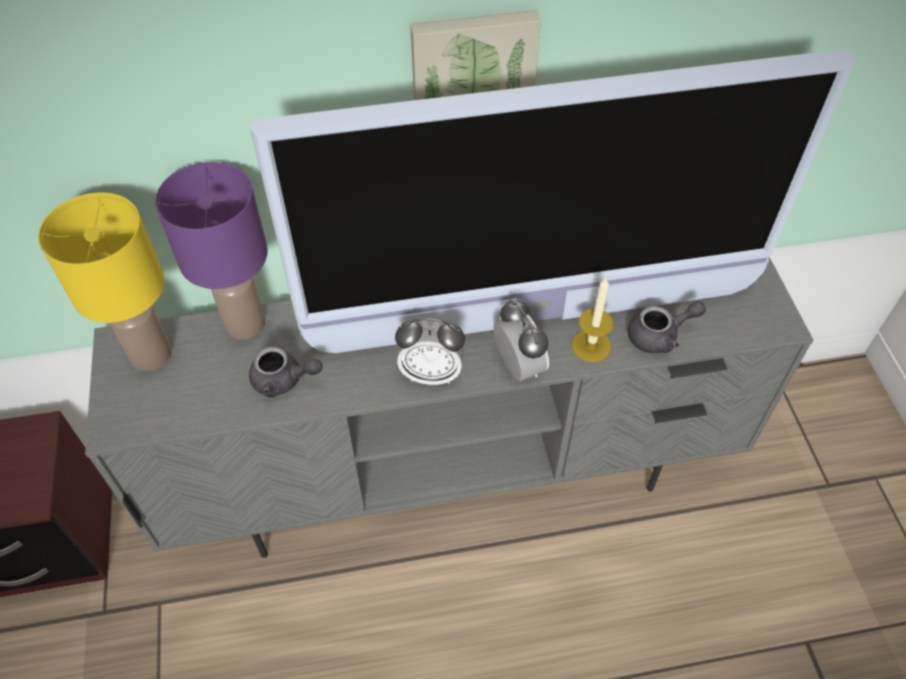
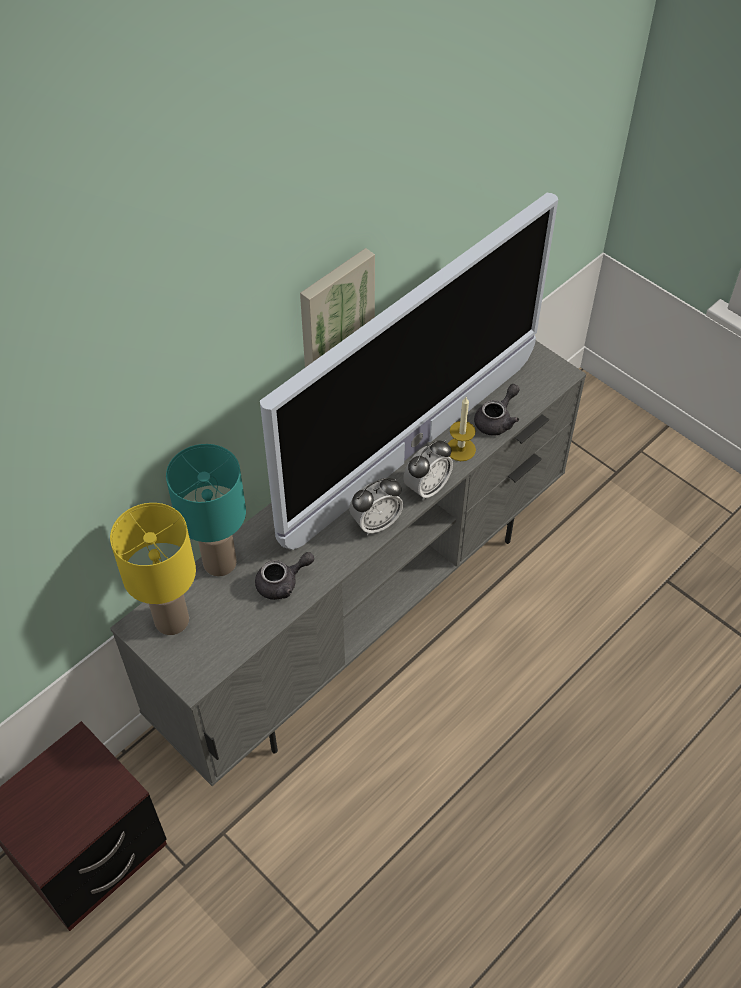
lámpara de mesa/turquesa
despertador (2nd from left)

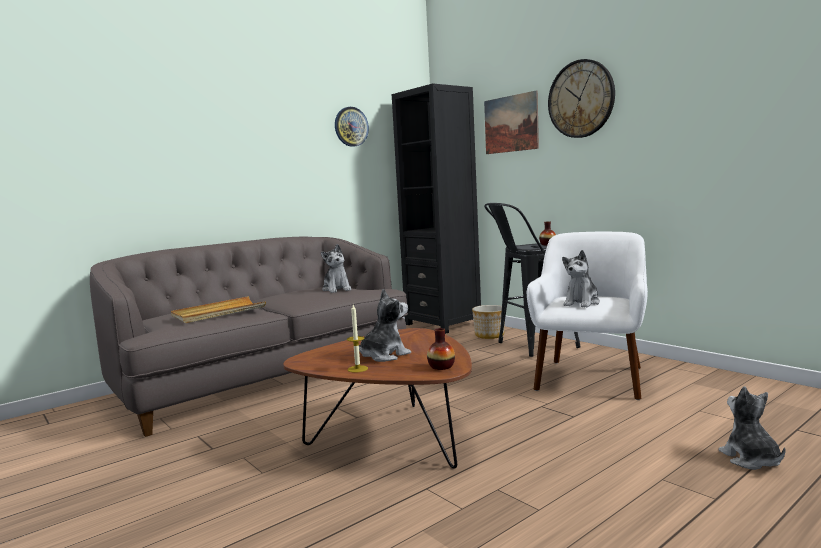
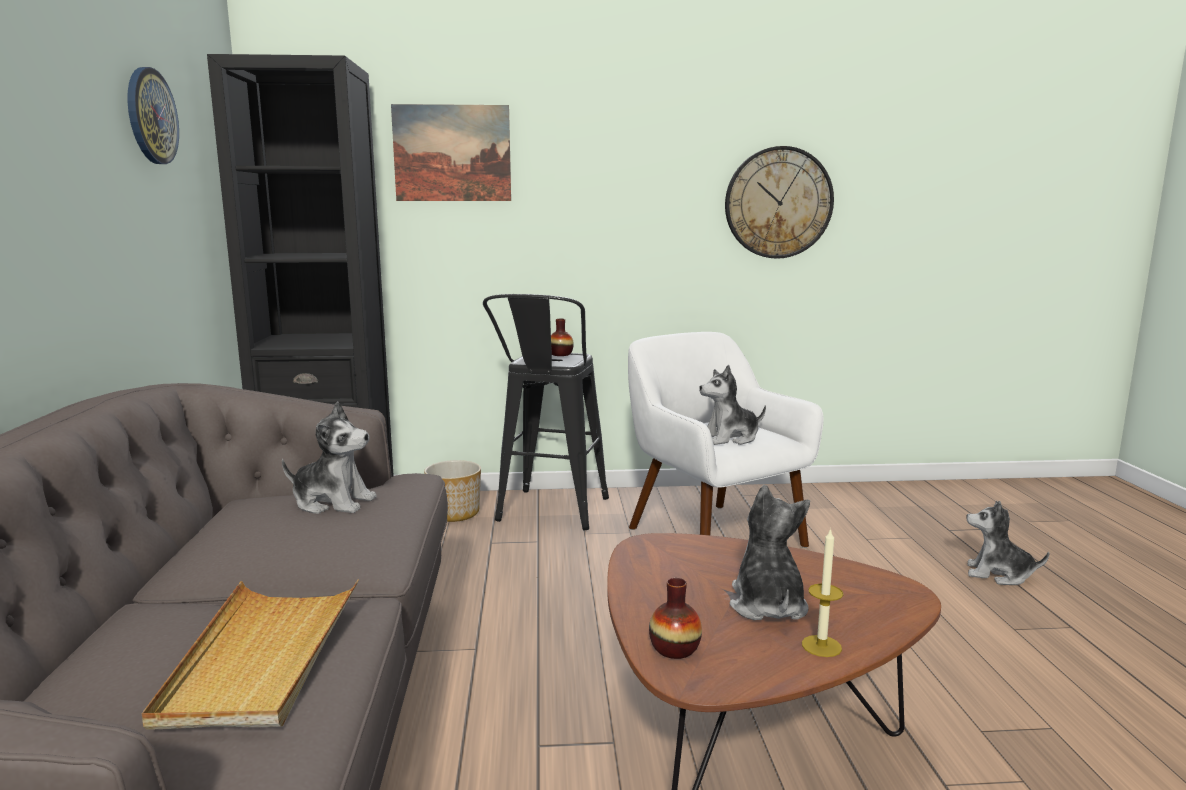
florero (2nd from left)
peluche (2nd from left)
reloj de pared (2nd from left)

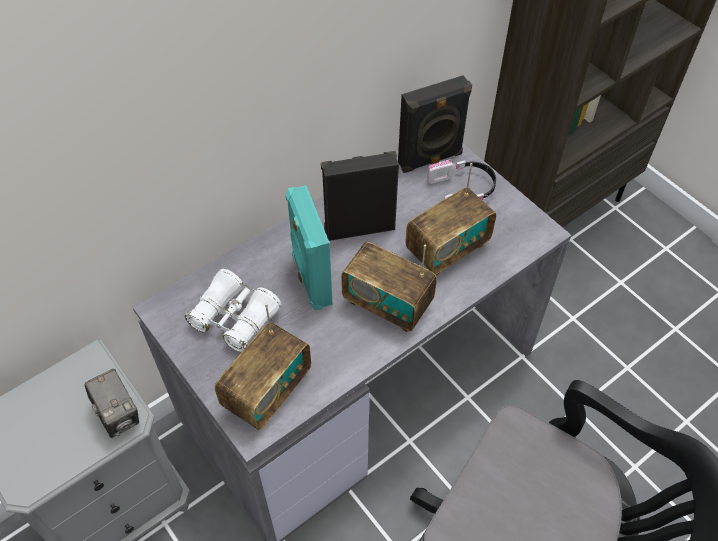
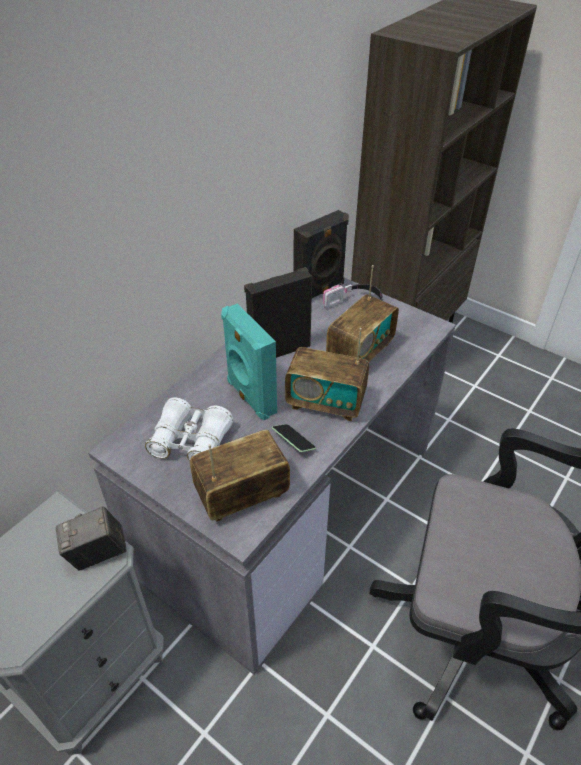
cámara
radio (1st from left)
móvil

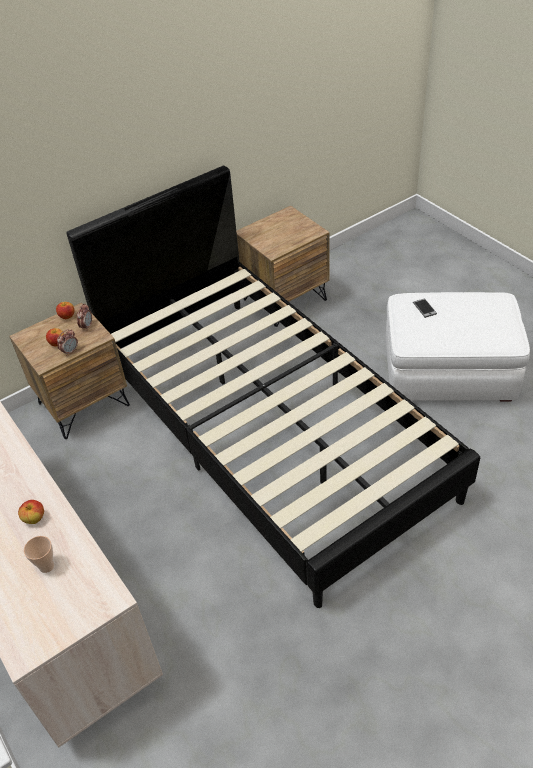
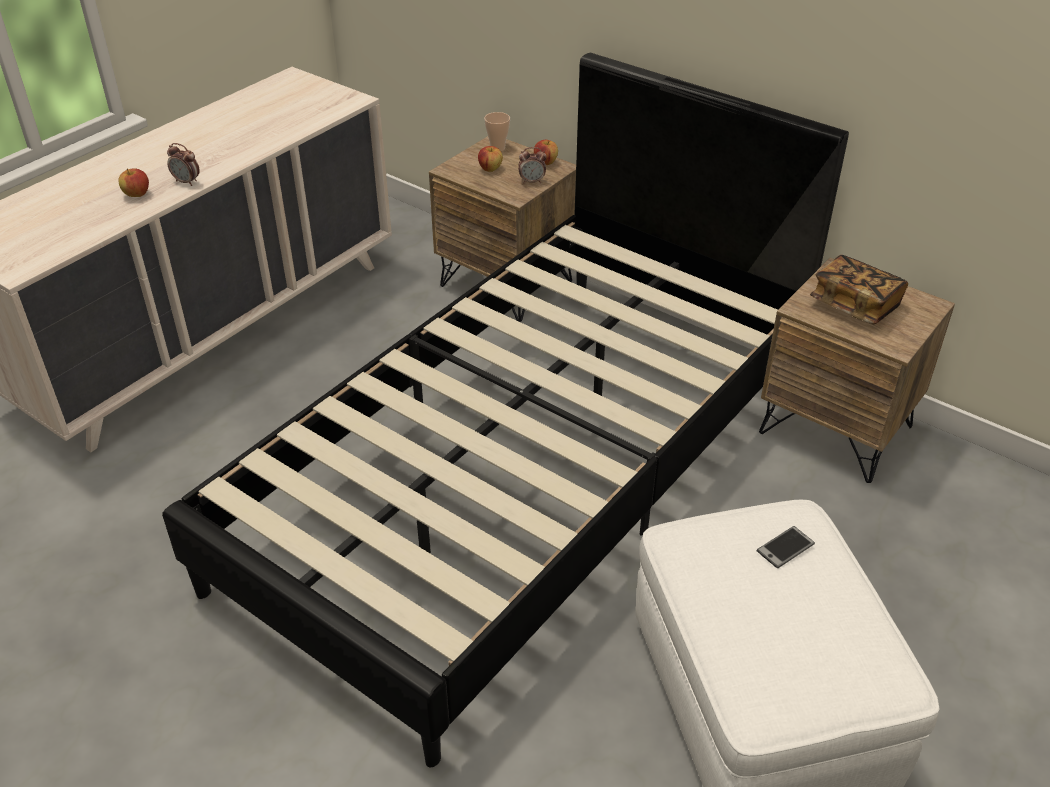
despertador (1st from left)
taza
libro

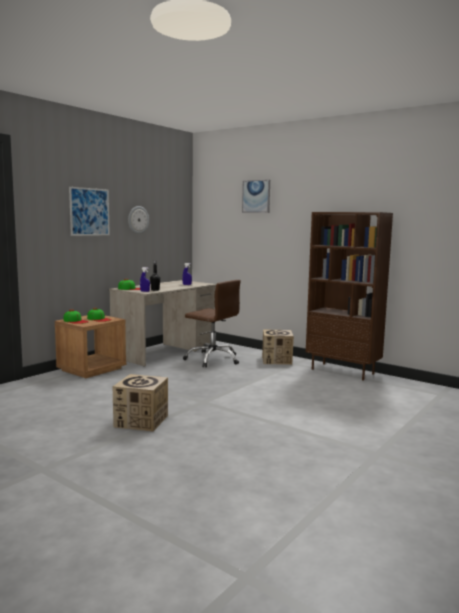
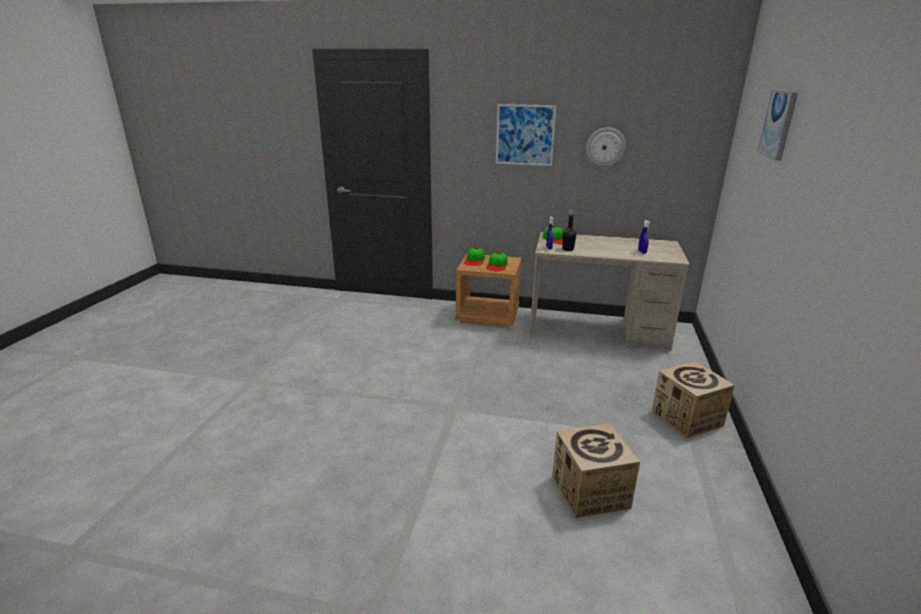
caja de cartón (1st from left)
silla de oficina/marrón
estantería/marrón

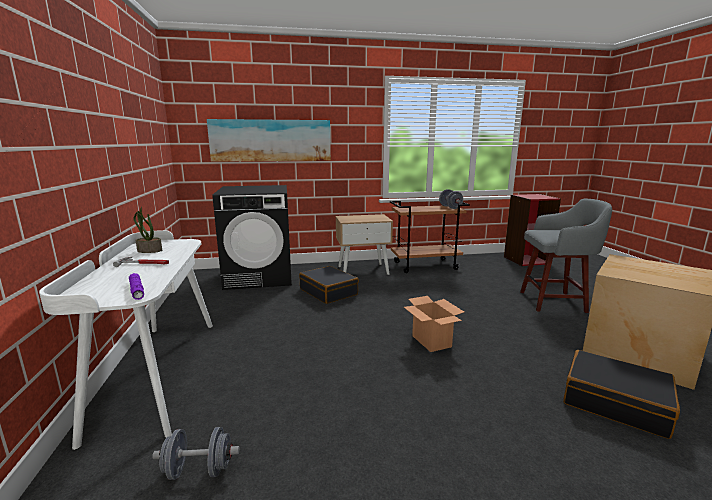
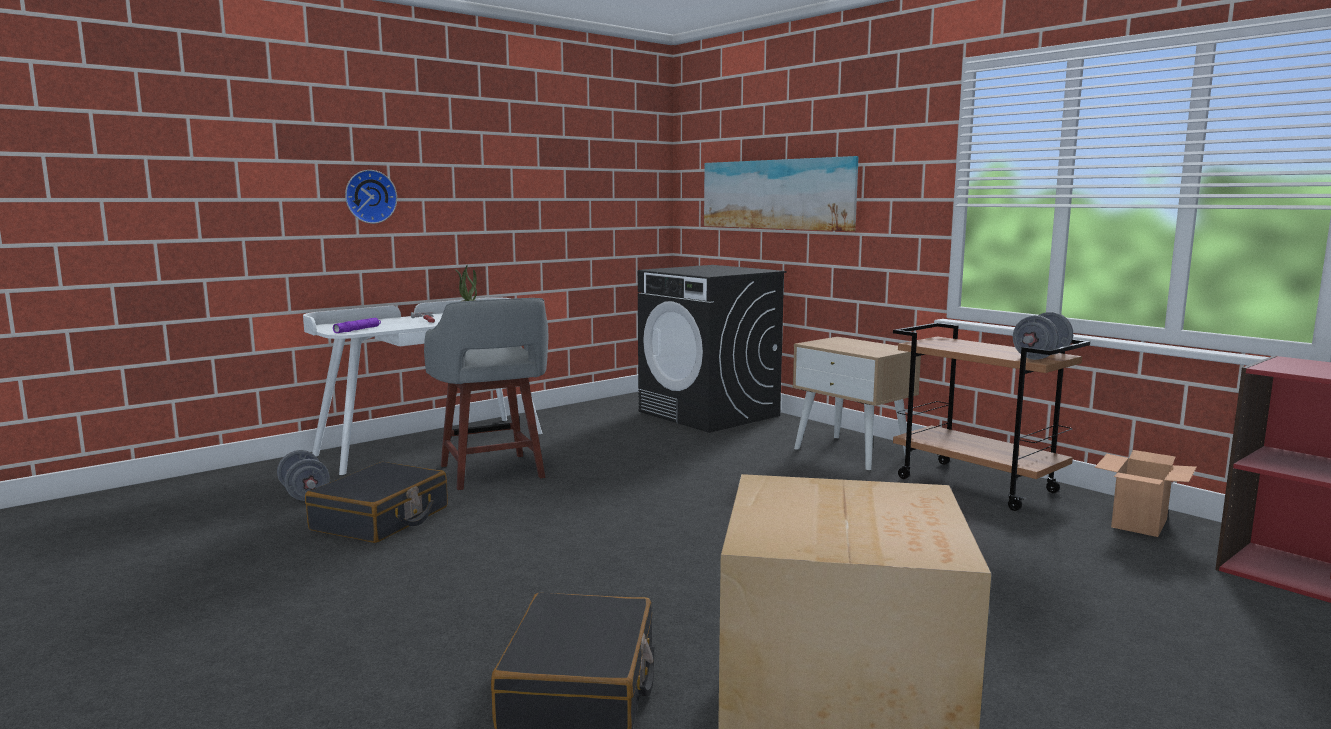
maleta/negro (1st from left)
reloj de pared
taburete/gris
caja de cartón (2nd from left)

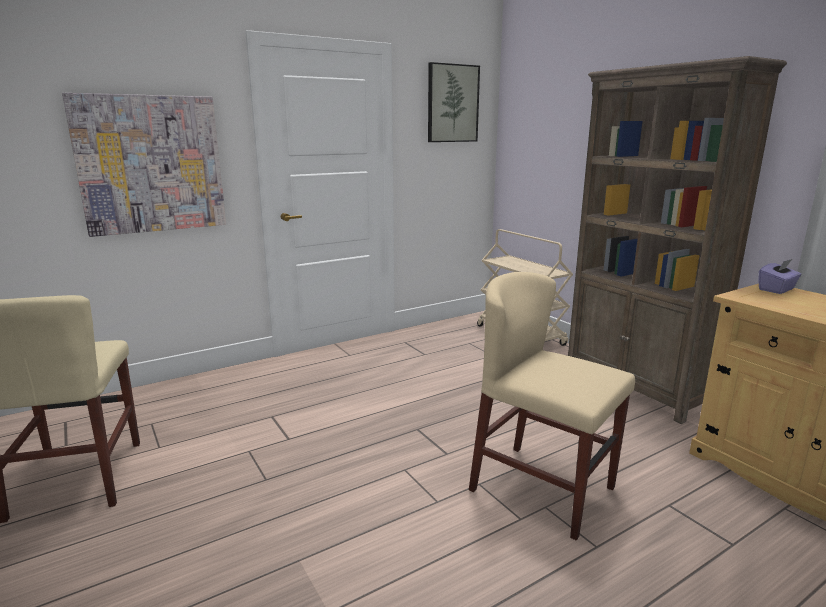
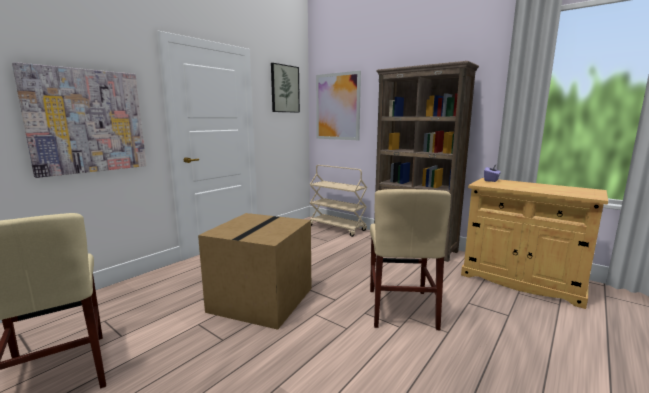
caja de cartón
cuadro (3rd from left)
silla/beis (2nd from left)

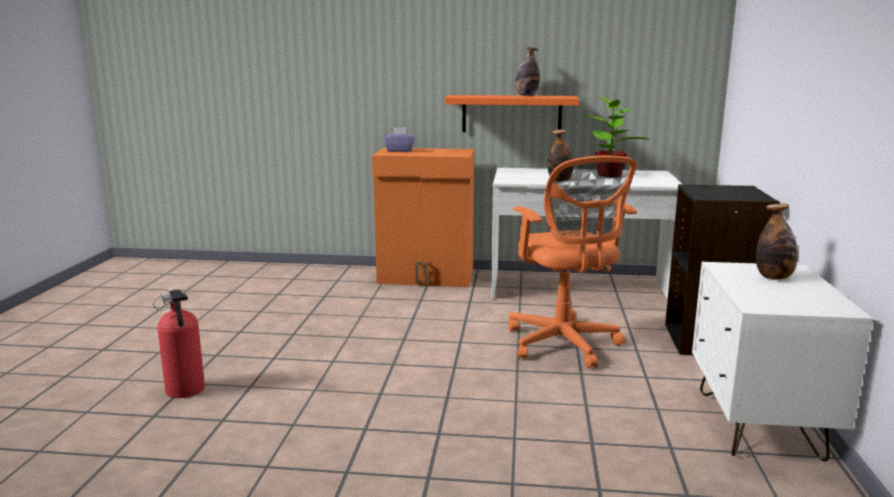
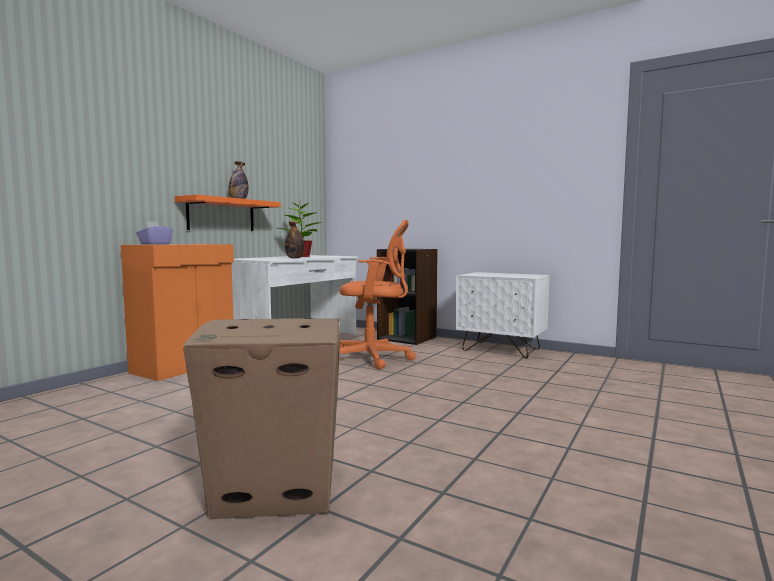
caja de cartón
botella (3rd from left in the first image)

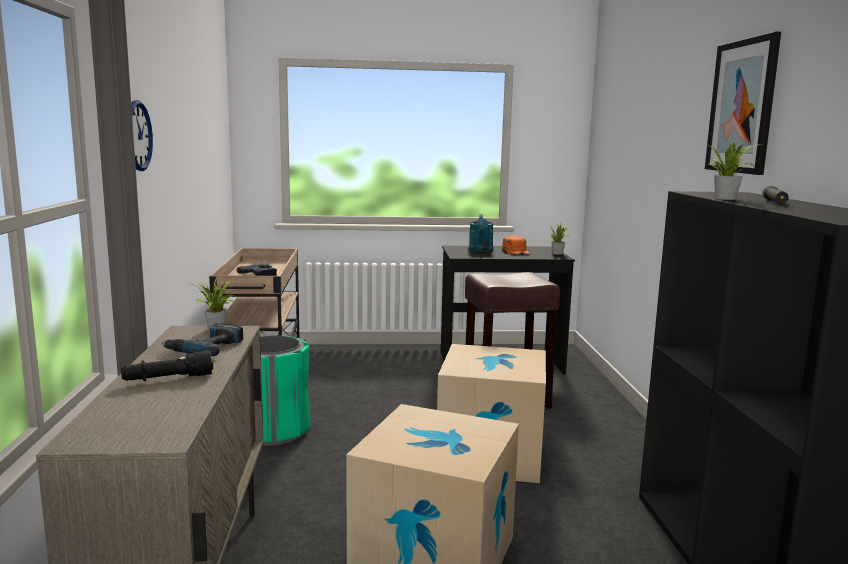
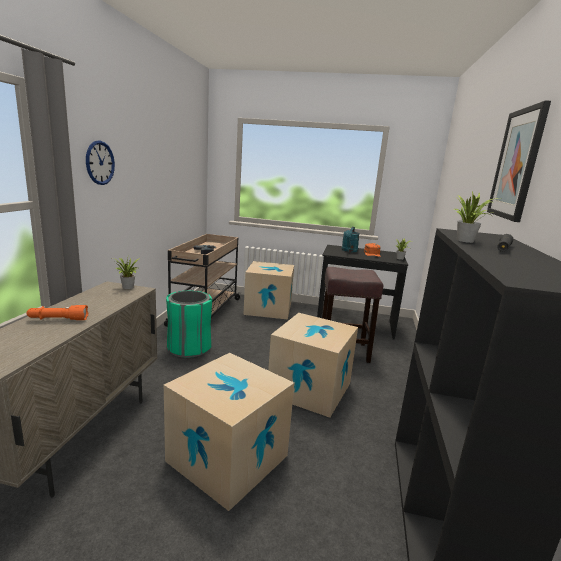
linterna/naranja
caja de cartón (2nd from left)
taladro (1st from left in the first image)

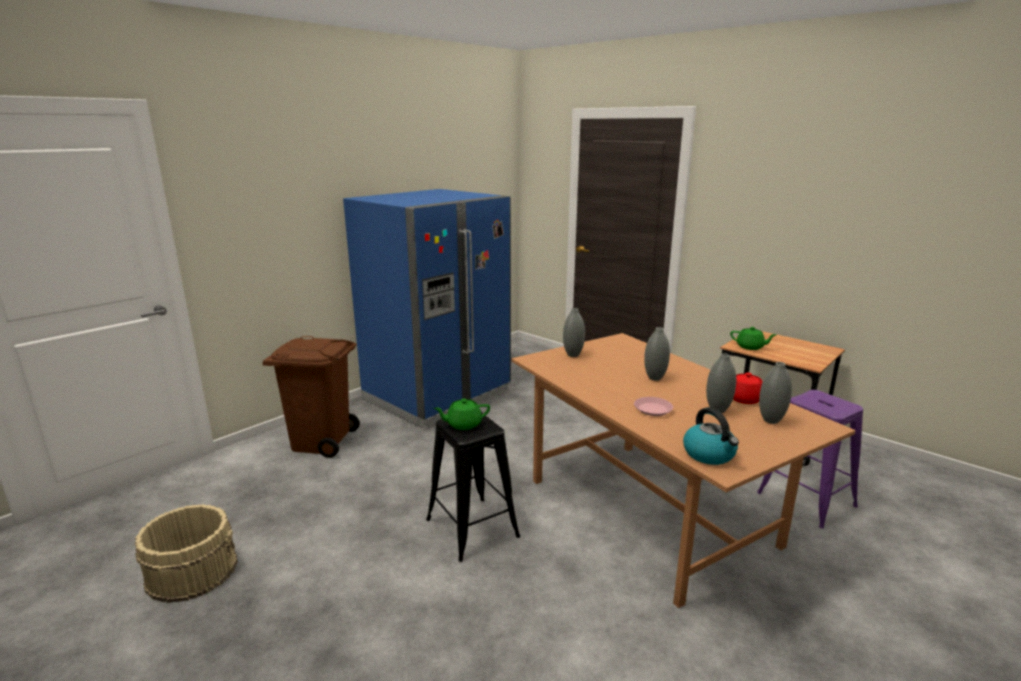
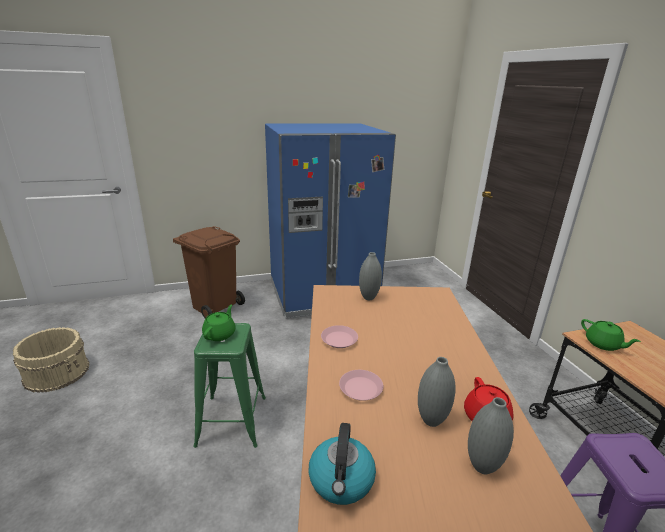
taburete/verde
tetera/verde (1st from left)
plato/rosa (1st from left)
florero/gris (2nd from left in the first image)

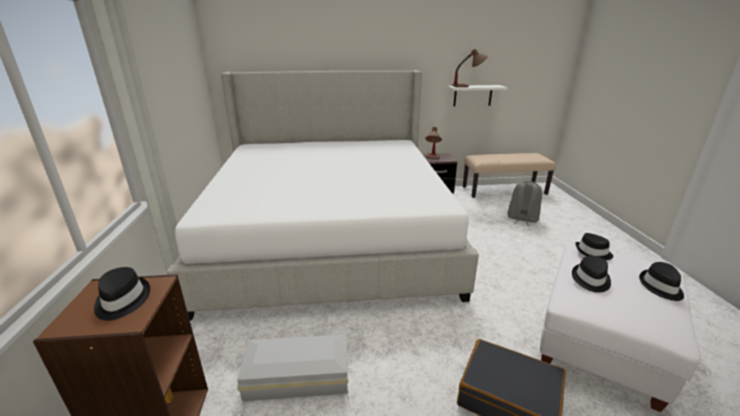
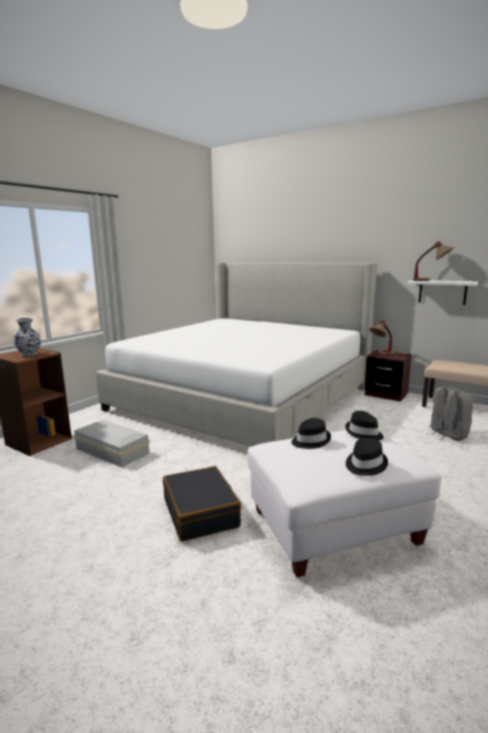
florero

